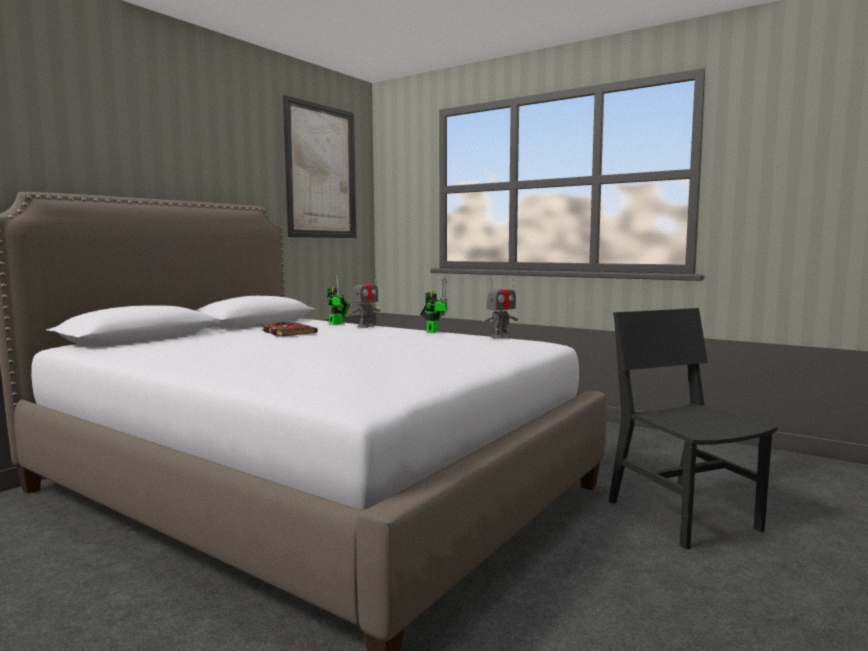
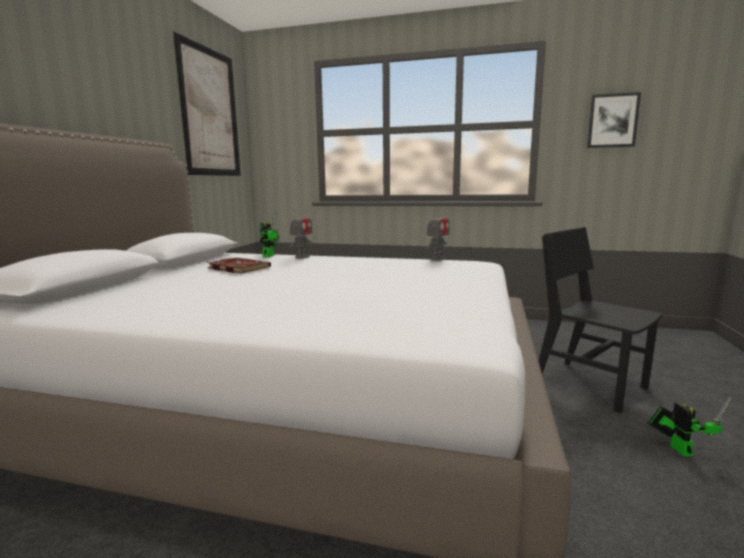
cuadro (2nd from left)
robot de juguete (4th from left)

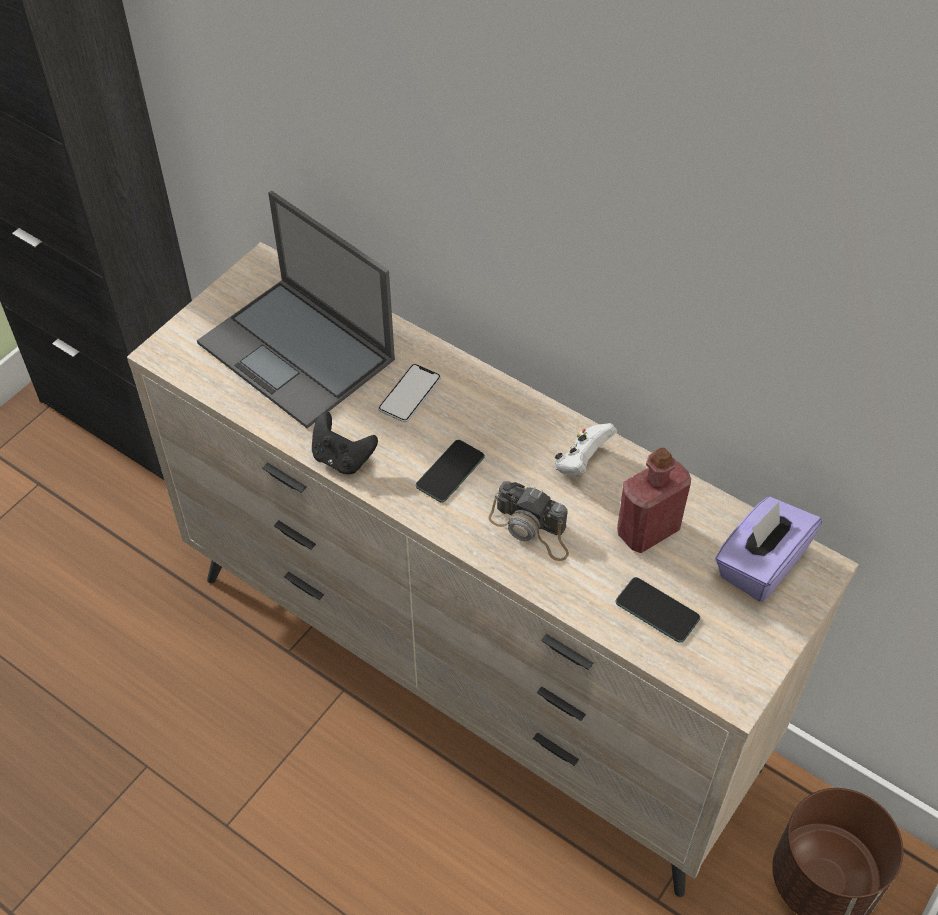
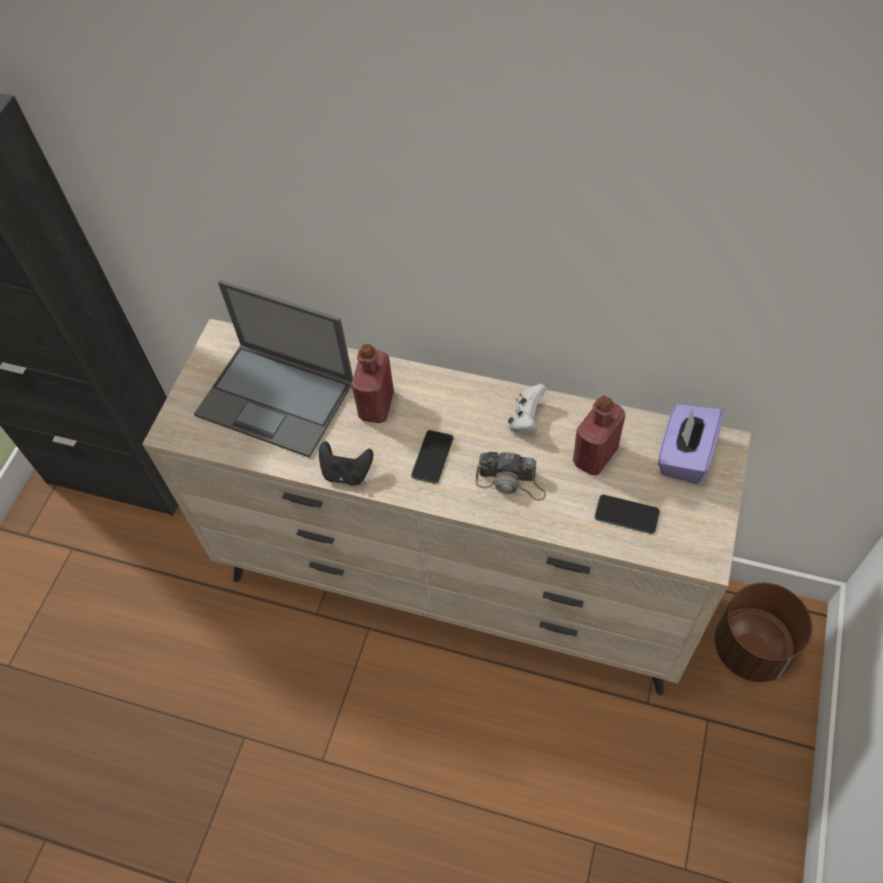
botella/rojo (1st from left)

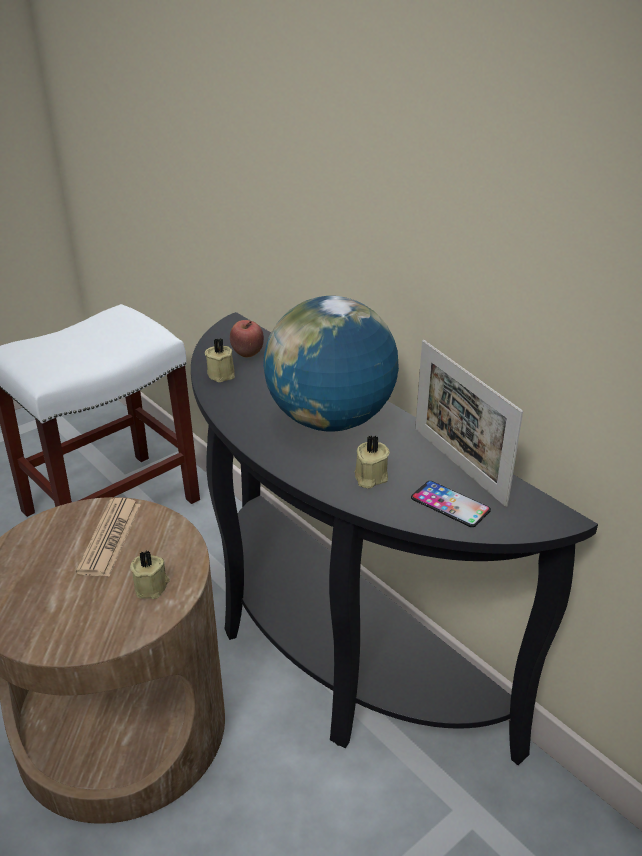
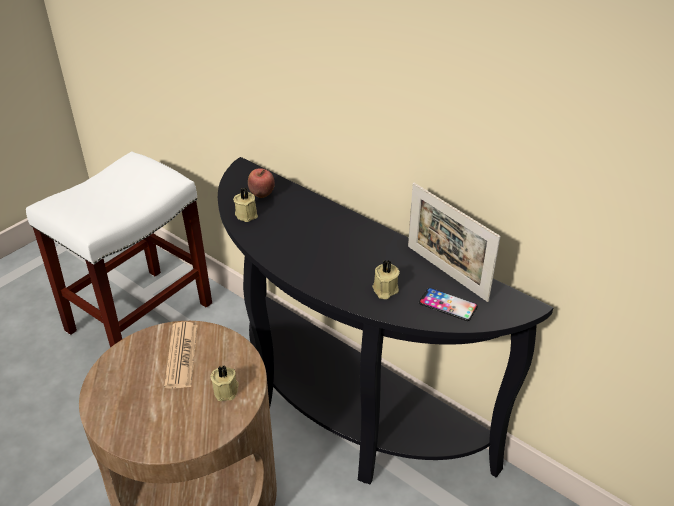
globo terráqueo

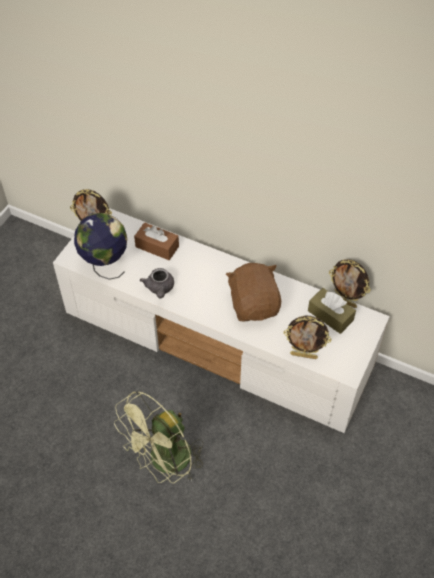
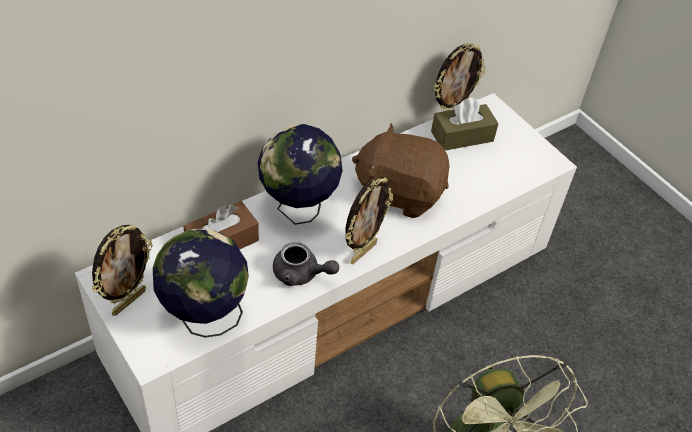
globo terráqueo (2nd from left)
portarretratos (2nd from left)

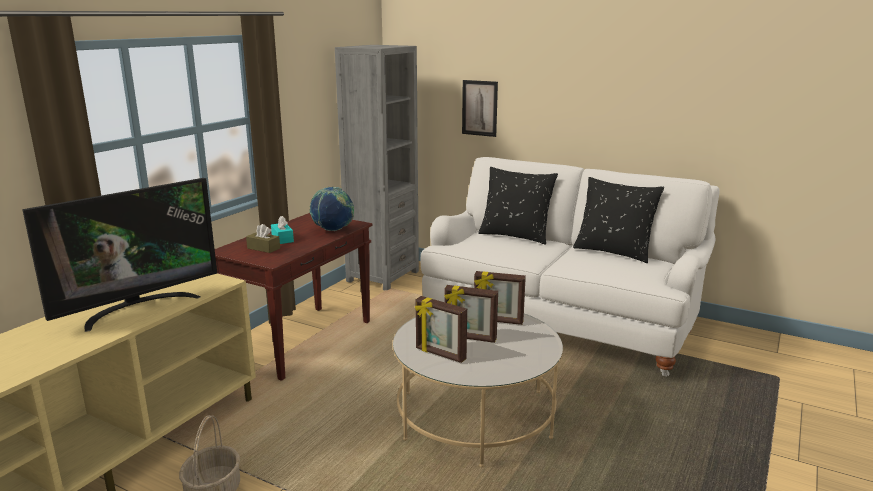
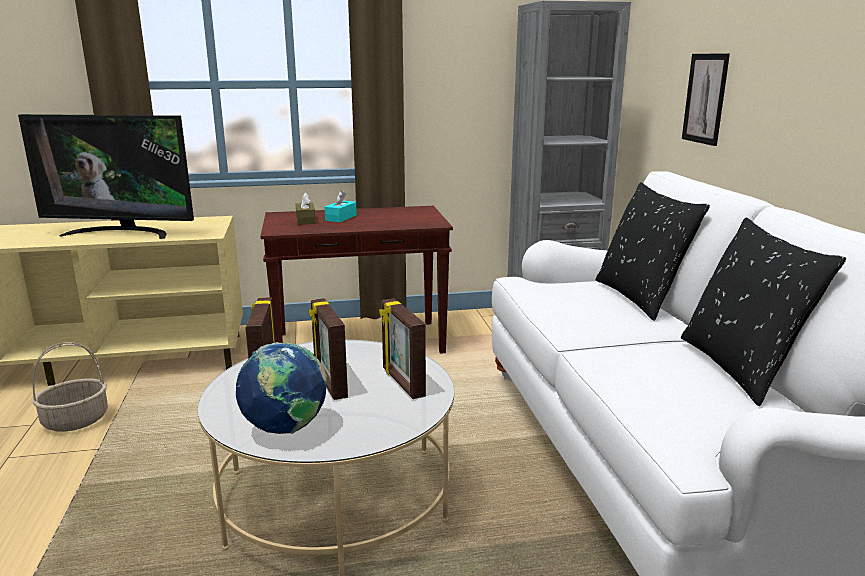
globo terráqueo

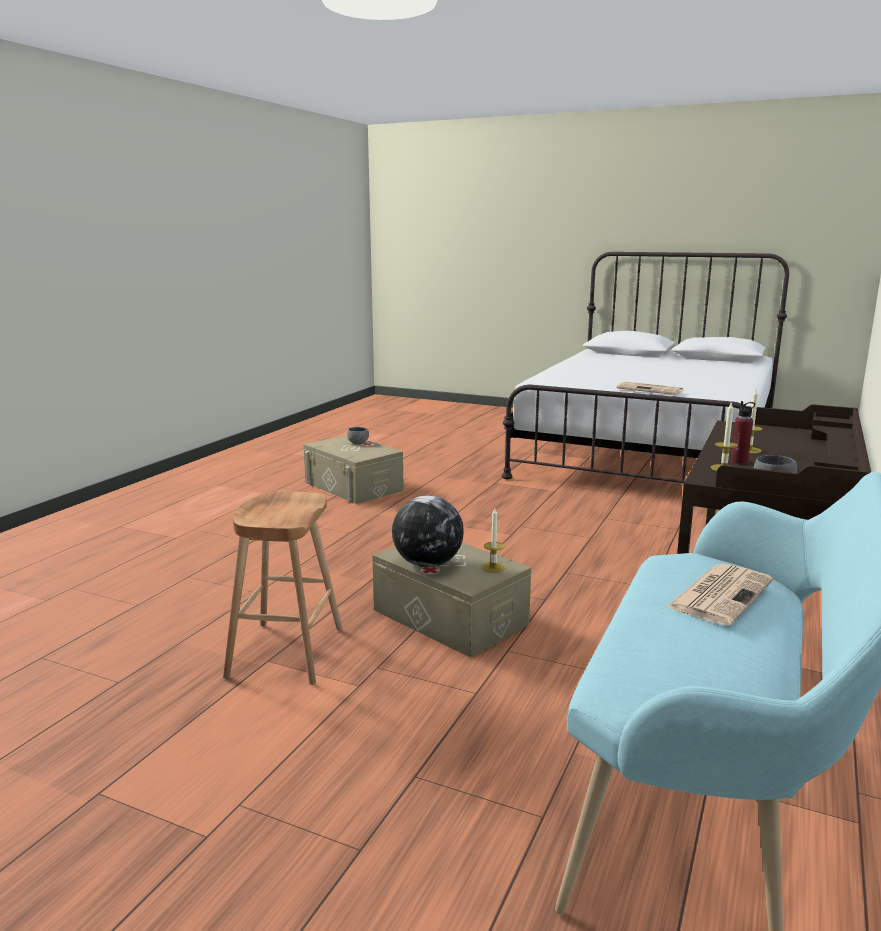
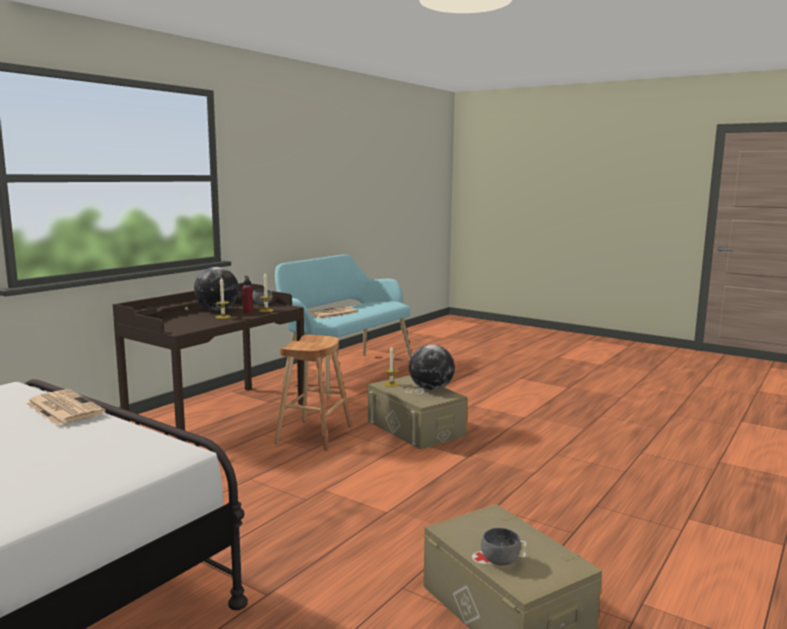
globo terráqueo (1st from left)
taburete/marrón

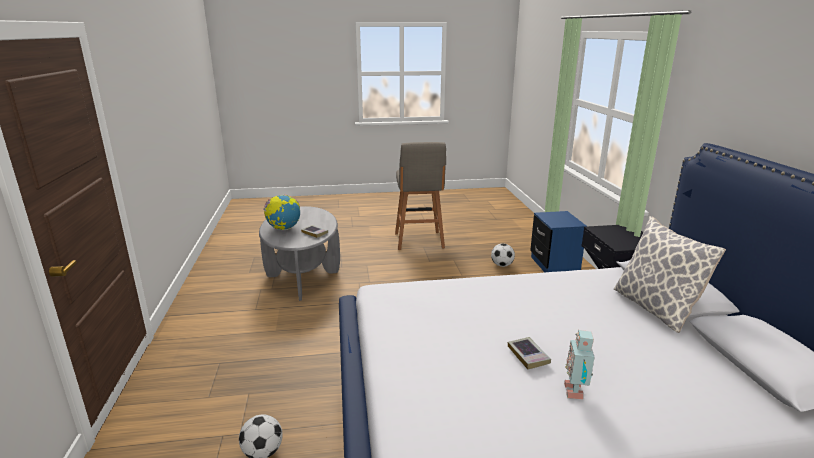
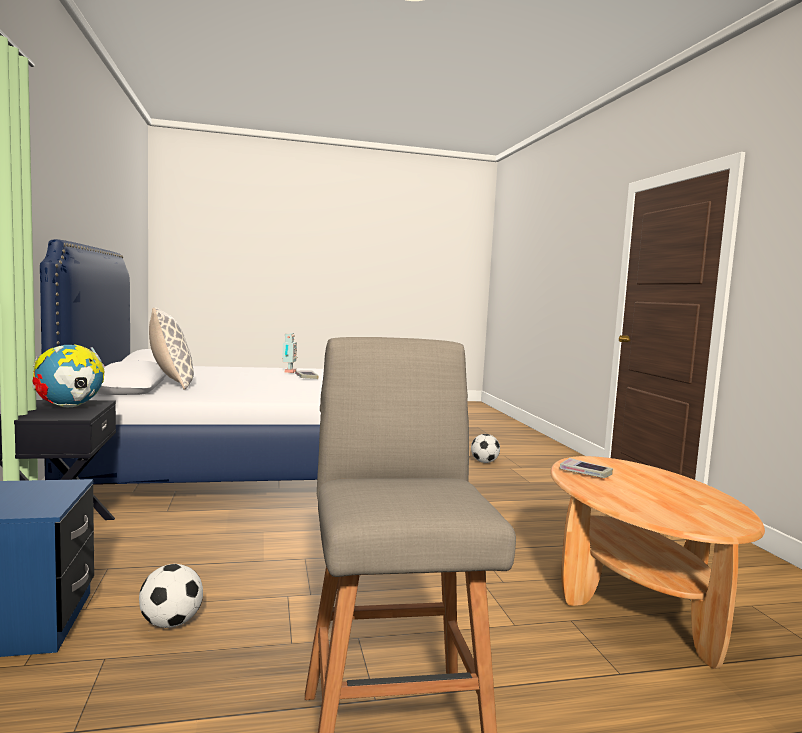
globo terráqueo
mesa de centro/marrón

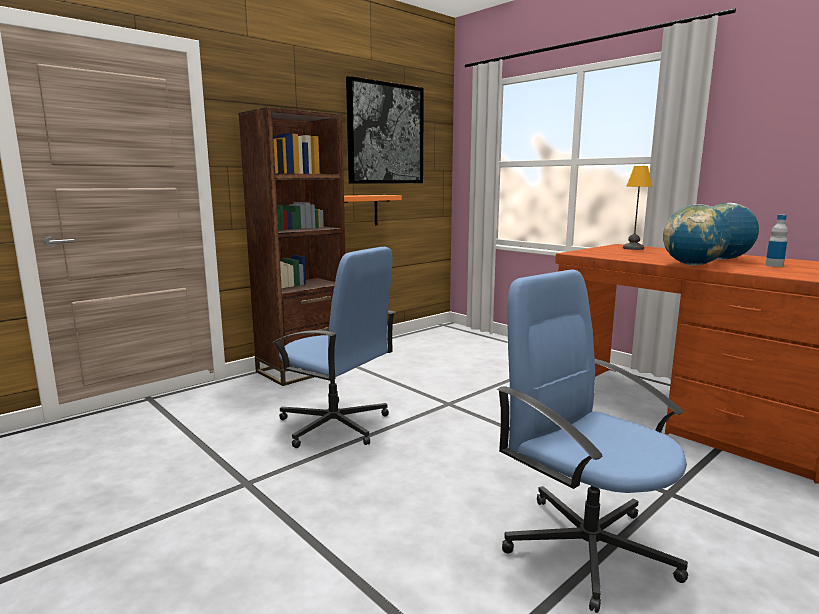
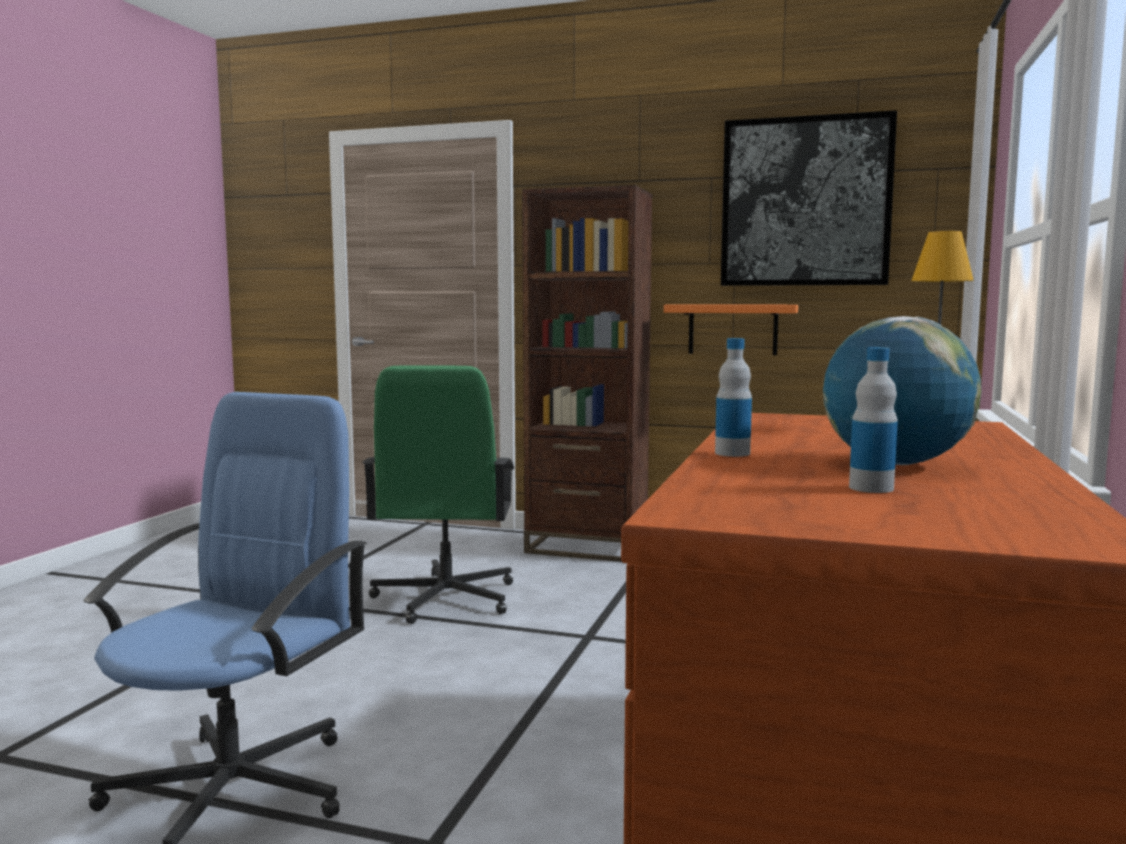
silla de oficina/verde
botella (1st from left)

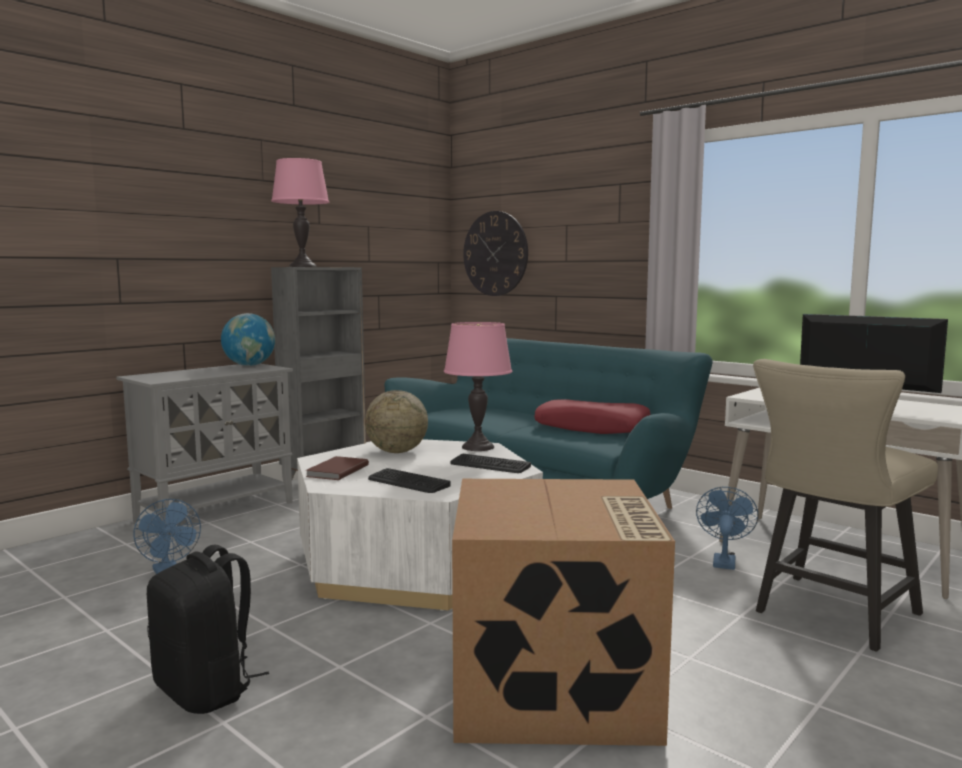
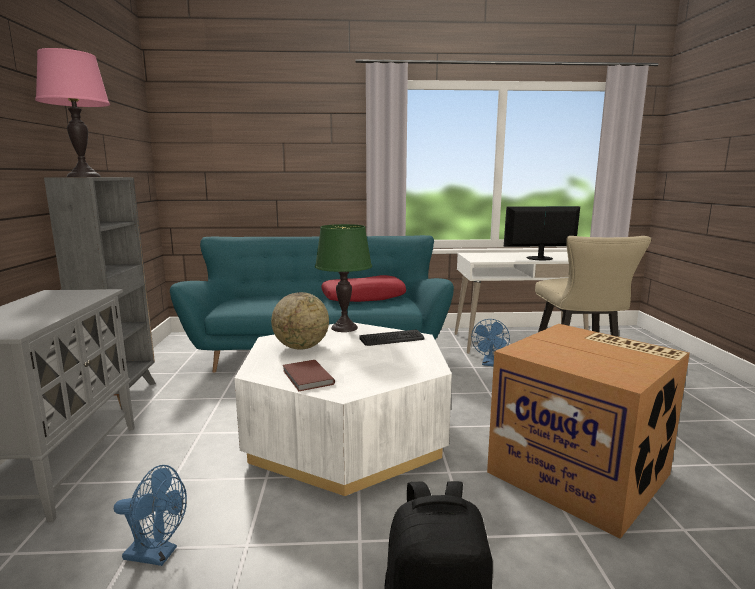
lámpara de mesa/verde
ventilador/azul (2nd from left)
globo terráqueo (1st from left in the first image)
teclado (1st from left in the first image)
reloj de pared

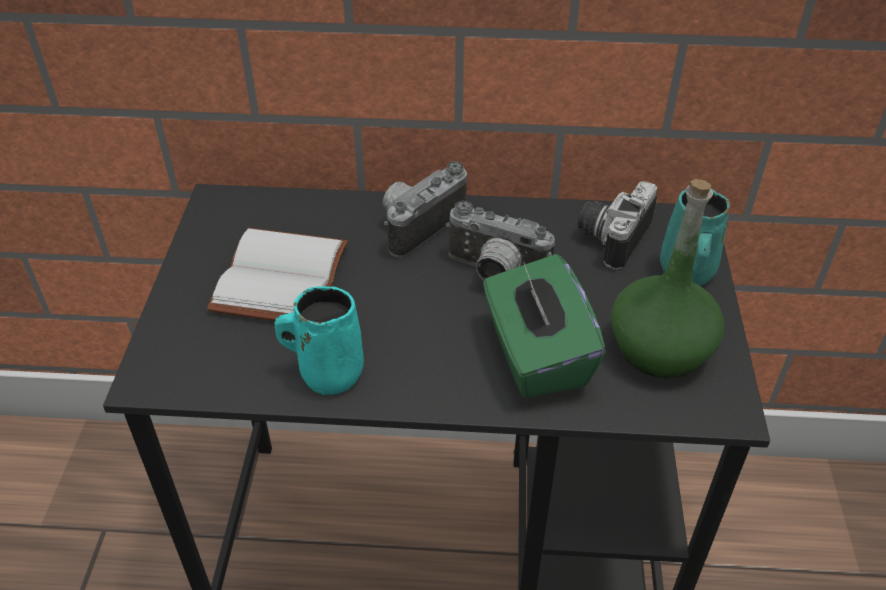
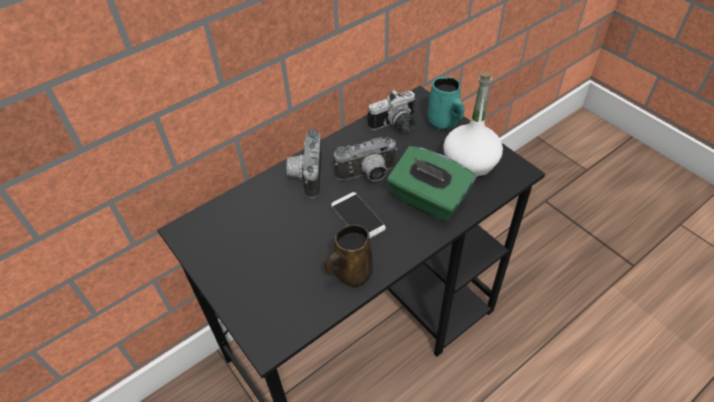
taza grande/marrón
móvil
cámara (3rd from left)
botella/blanco
libro/blanco

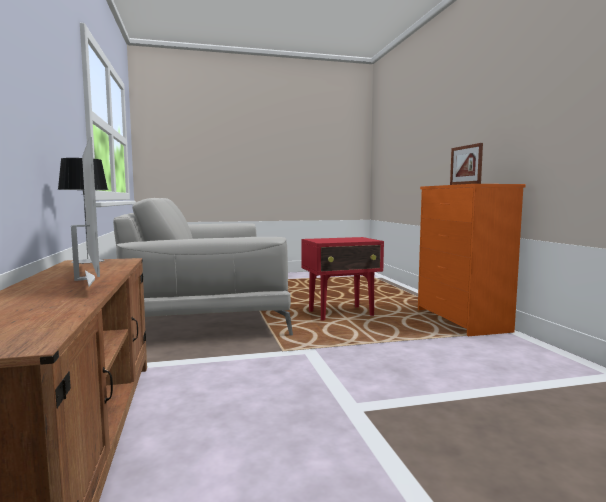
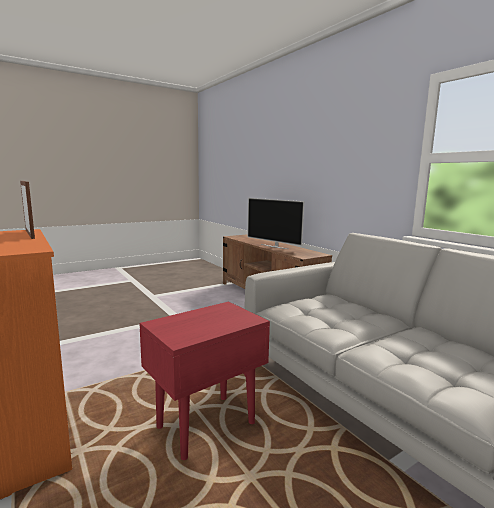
lámpara de mesa

